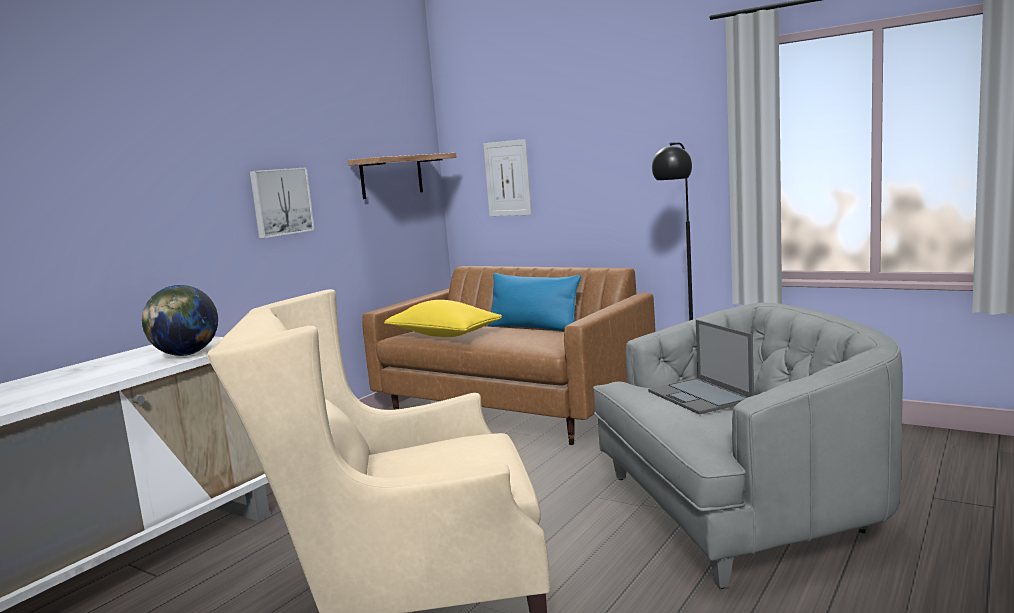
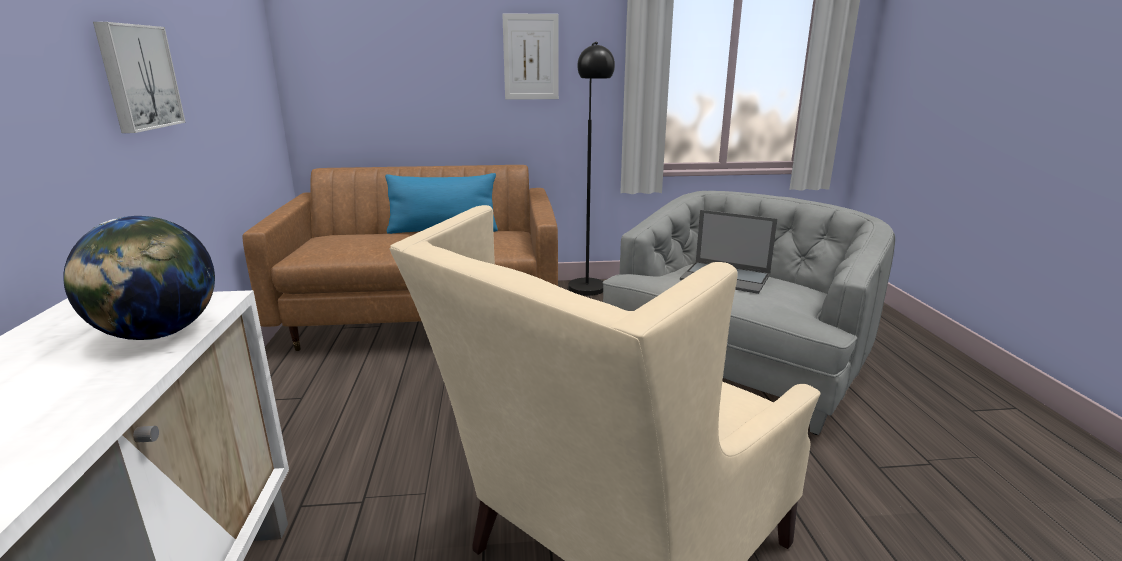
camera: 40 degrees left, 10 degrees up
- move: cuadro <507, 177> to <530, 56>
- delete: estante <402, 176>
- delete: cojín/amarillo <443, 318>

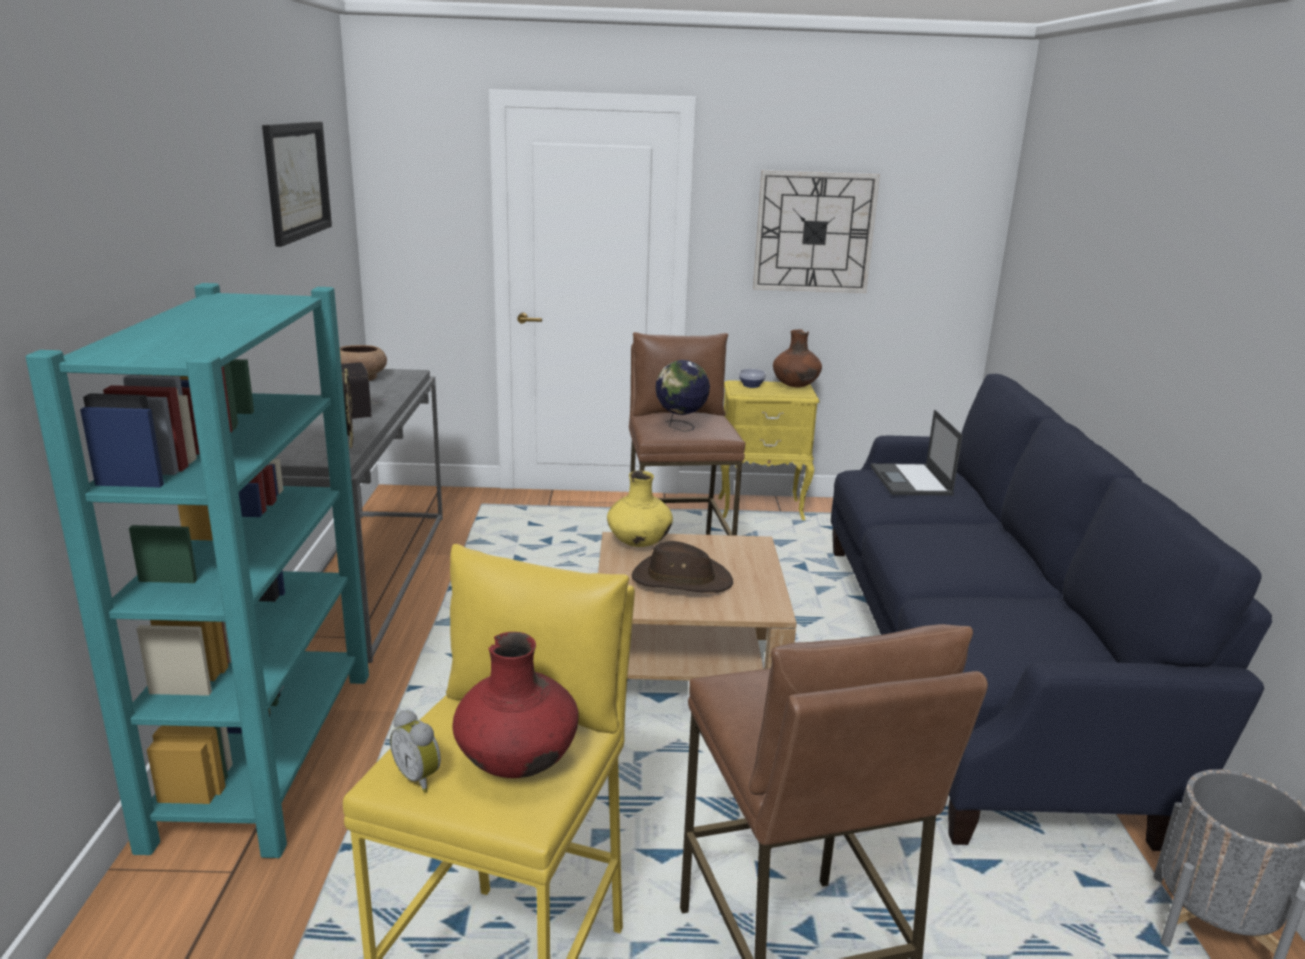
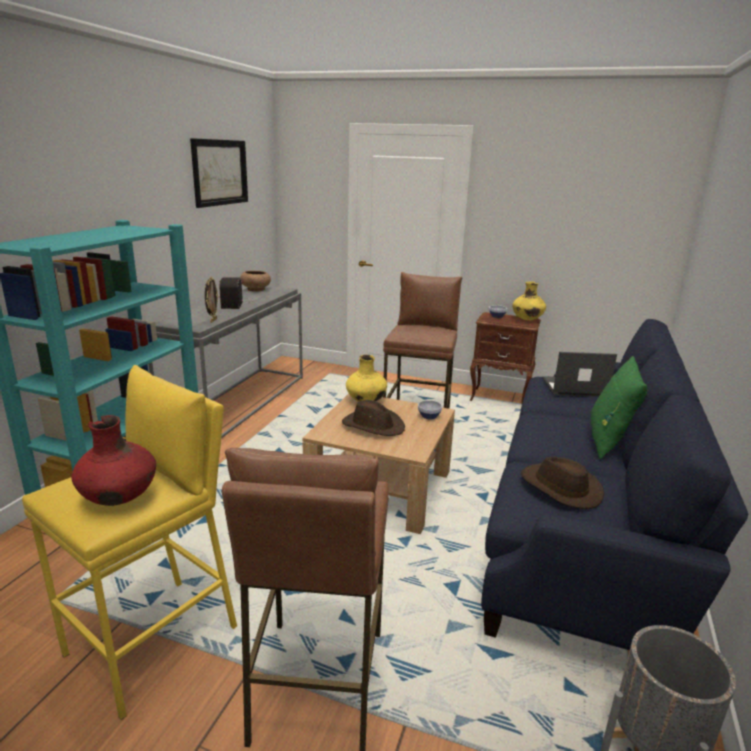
camera: 20 degrees right, 0 degrees up
- delete: reloj de pared <816, 231>
- recolor: florero/marrón <797, 358> to florero/amarillo <529, 301>
- delete: globo terráqueo <682, 396>
- recolor: mesita de noche/amarillo <769, 450> to mesita de noche/marrón <505, 357>
- rotate: portátil <916, 453> = <579, 374> 75 degrees clockwise
- delete: despertador <415, 751>
- insert: cojín/verde <619, 407>
- insert: cuenco <430, 409>
- insert: sombrero/marrón <562, 483>

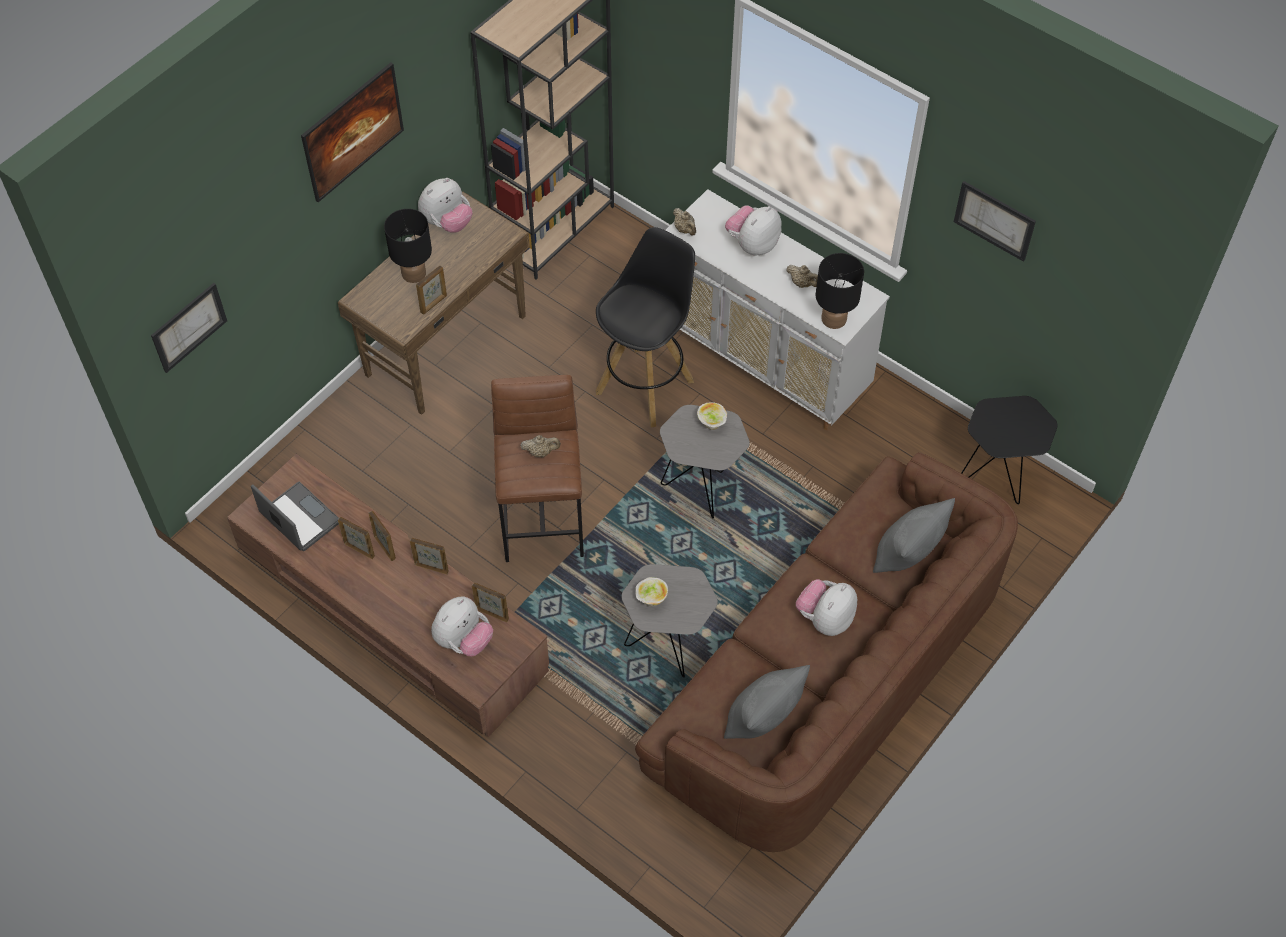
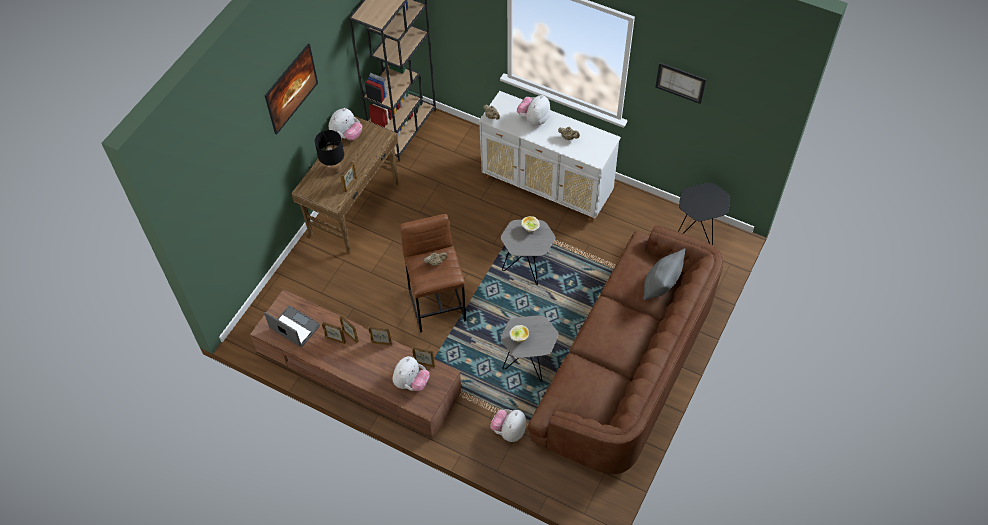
camera: 10 degrees left, 0 degrees up
- delete: taburete/negro <645, 327>
- delete: lámpara de mesa/negro <840, 291>
- delete: cuadro <189, 328>
- move: peluche <826, 607> to <508, 425>
- delete: cojín/gris <767, 702>

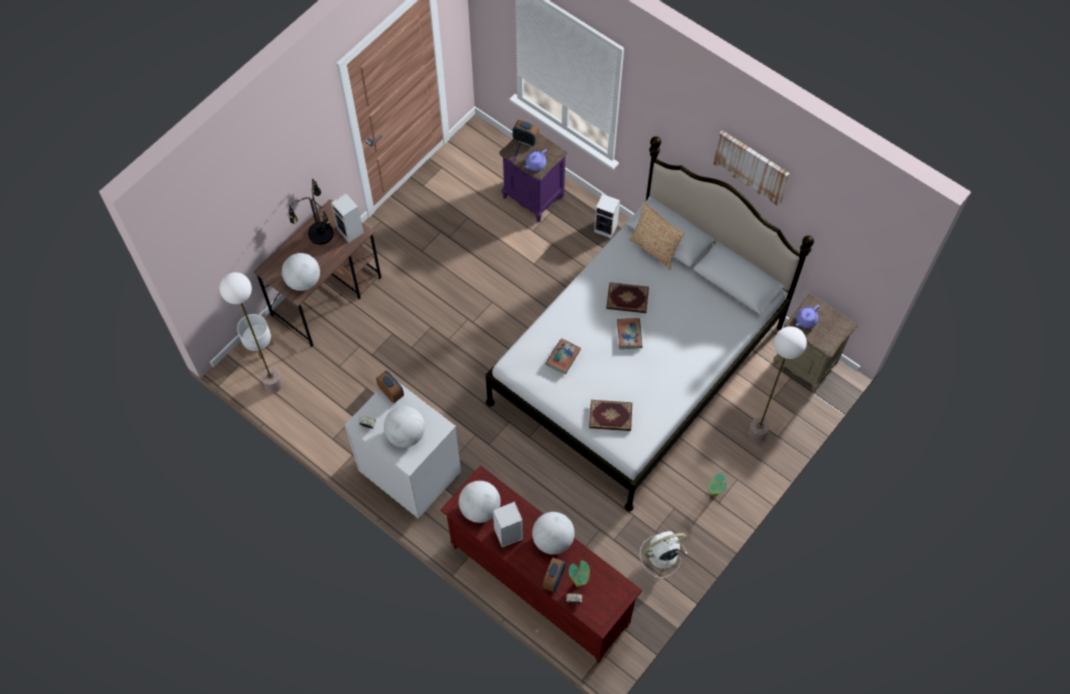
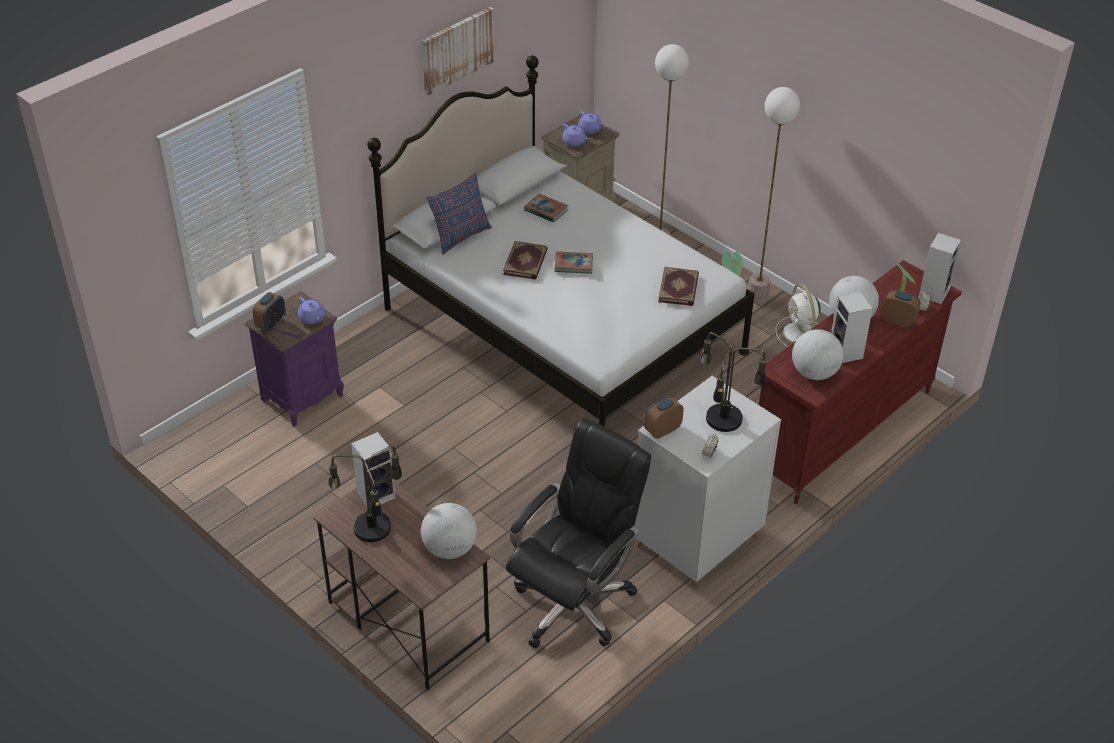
camera: 85 degrees left, 20 degrees down
- move: altavoz <607, 216> to <940, 268>
- recolor: cojín/beis <657, 236> to cojín/azul <459, 214>
- move: lámpara de pie <251, 332> to <774, 195>
- delete: maceta/blanco <255, 336>
- move: libro <563, 356> to <546, 208>
- replace: globo terráqueo <404, 426> to lámpara de mesa <733, 382>
- insert: tetera/morado <590, 122>
- insert: silla de oficina/negro <578, 533>

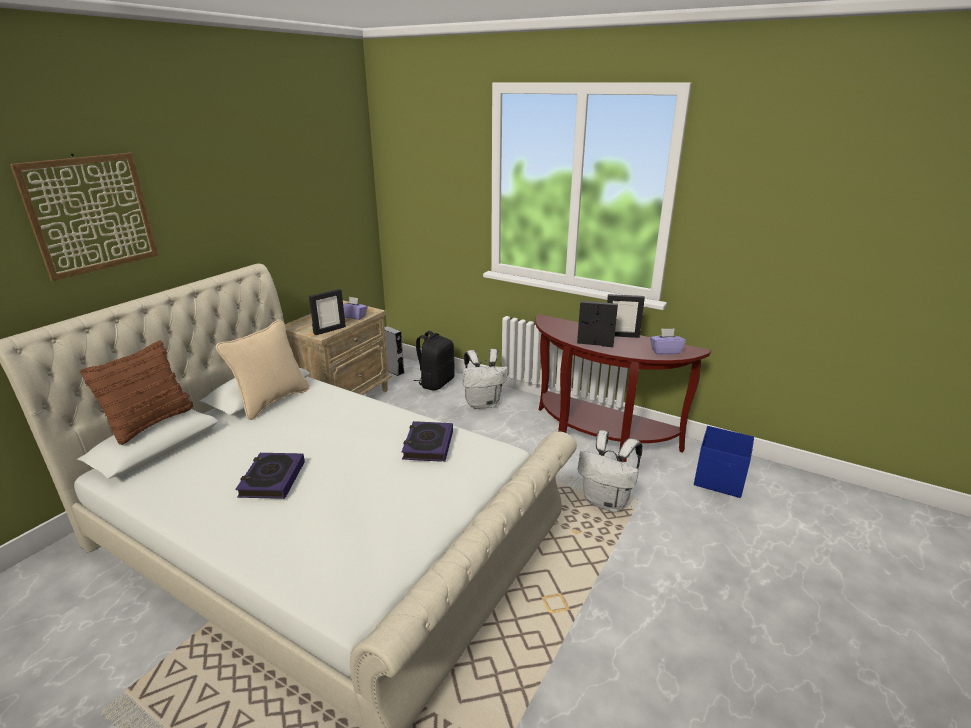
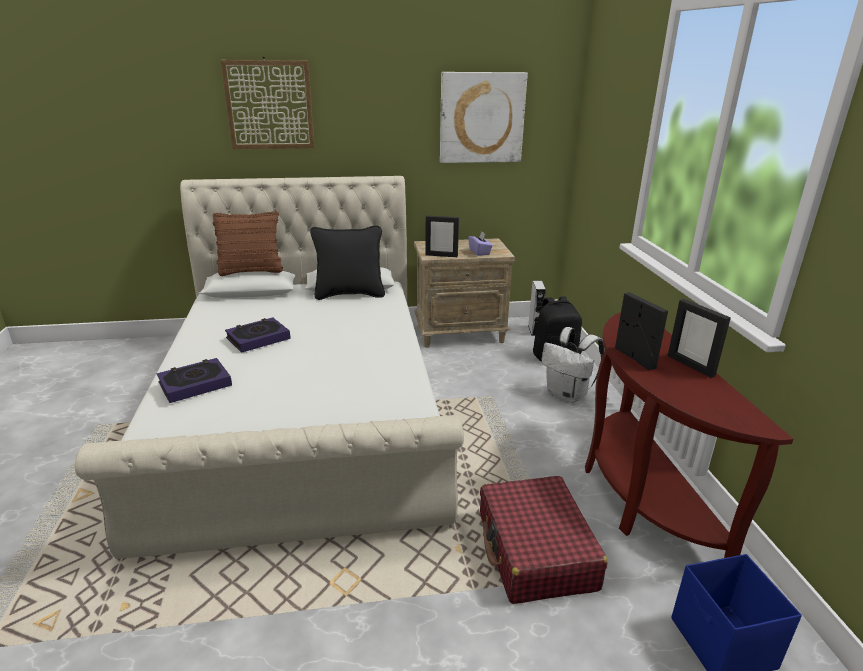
camera: 50 degrees right, 0 degrees up
- recolor: cojín/beis <263, 370> to cojín/negro <347, 262>
- delete: caja de pañuelos/morado <668, 341>
- move: libro <427, 441> to <194, 380>
- replace: mochila/blanco <610, 471> to maleta/rojo <544, 540>
- insert: cuadro <484, 117>

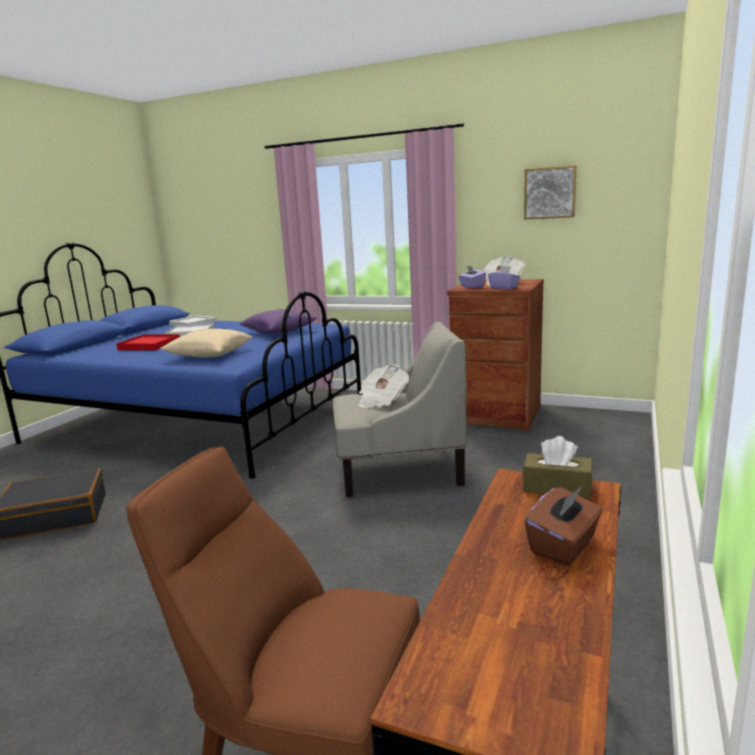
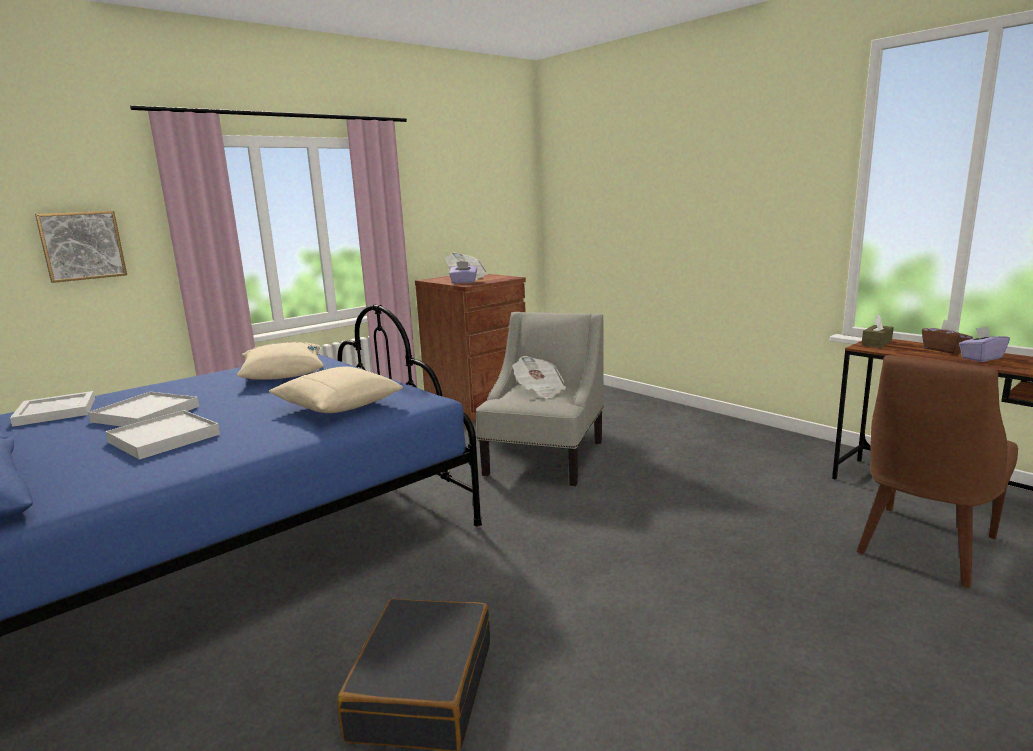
camera: 65 degrees left, 0 degrees up
- move: cuadro <550, 192> to <81, 247>
- move: caja de pañuelos/morado <504, 277> to <984, 344>
- recolor: cojín/morado <278, 321> to cojín/beis <280, 361>
- recolor: bandeja/rojo <148, 342> to bandeja/blanco <162, 435>

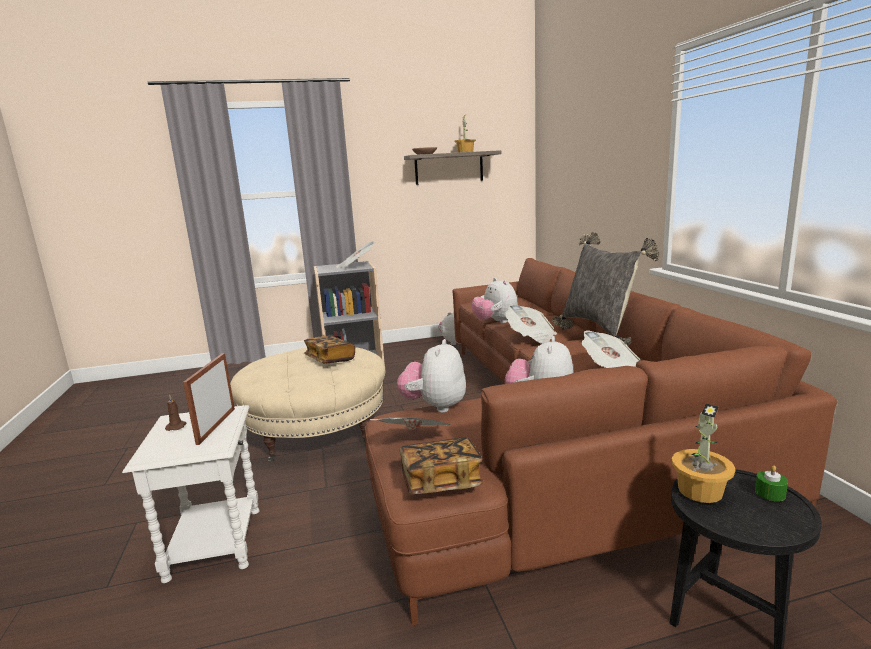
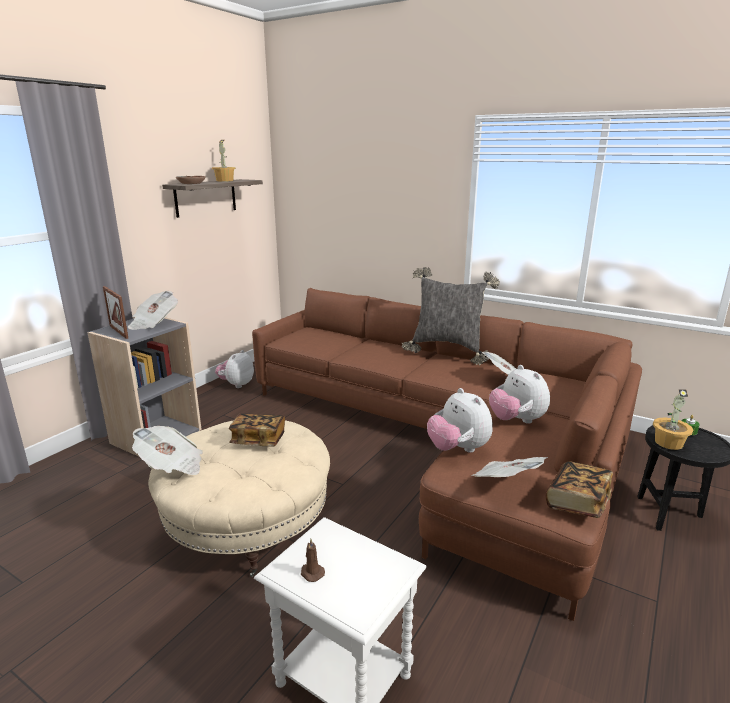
camera: 45 degrees left, 5 degrees up
- delete: peluche <495, 300>
- move: periódico <530, 324> to <167, 450>
- move: portarretratos <209, 399> to <115, 312>

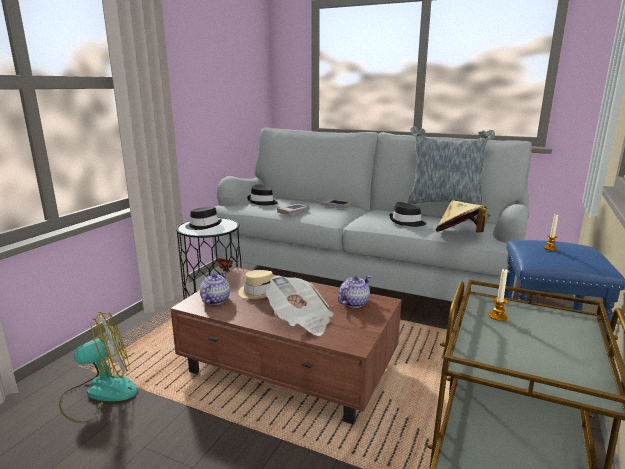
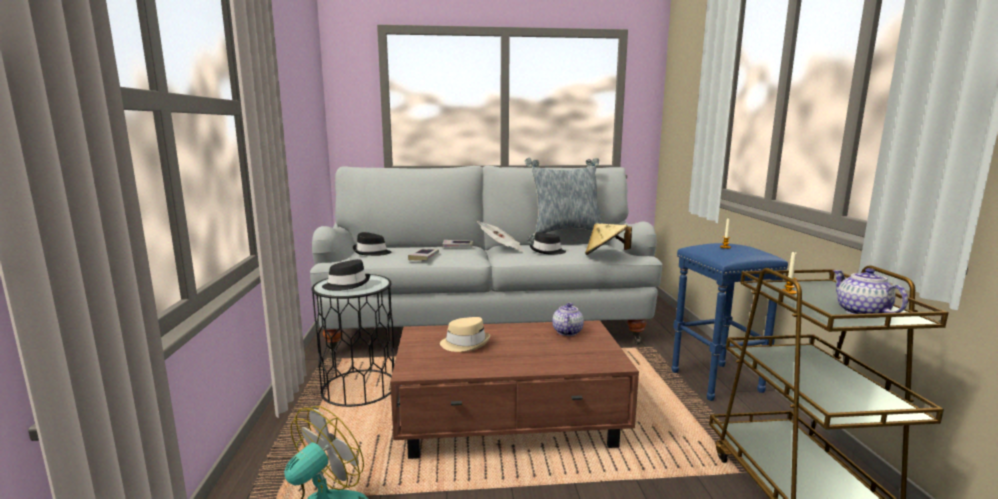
camera: 30 degrees left, 5 degrees down
- move: tetera <215, 288> to <870, 293>
- move: periódico <299, 305> to <501, 236>

